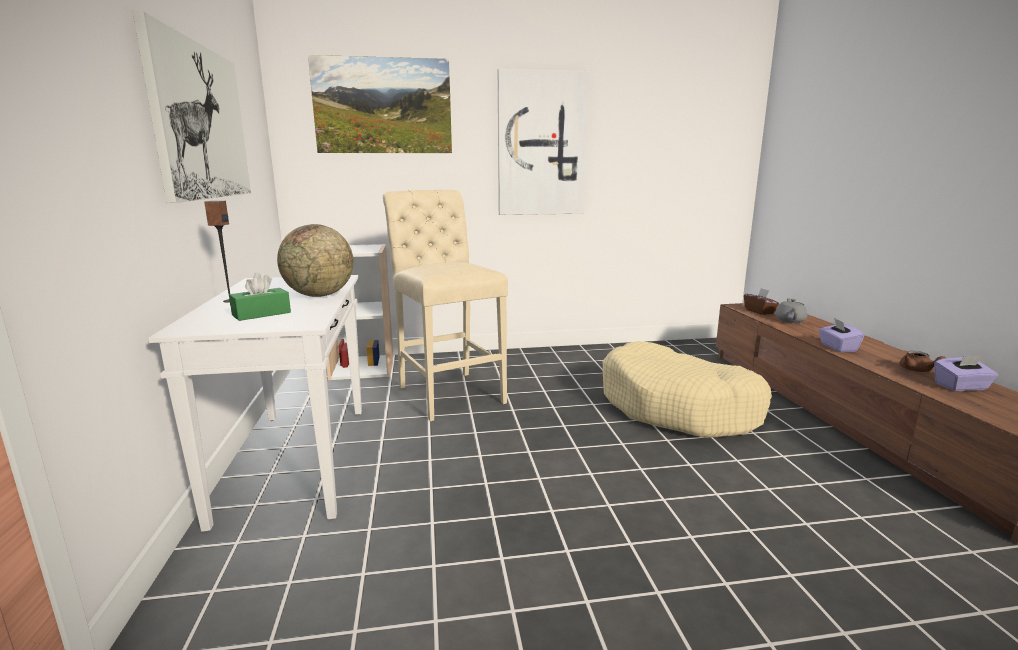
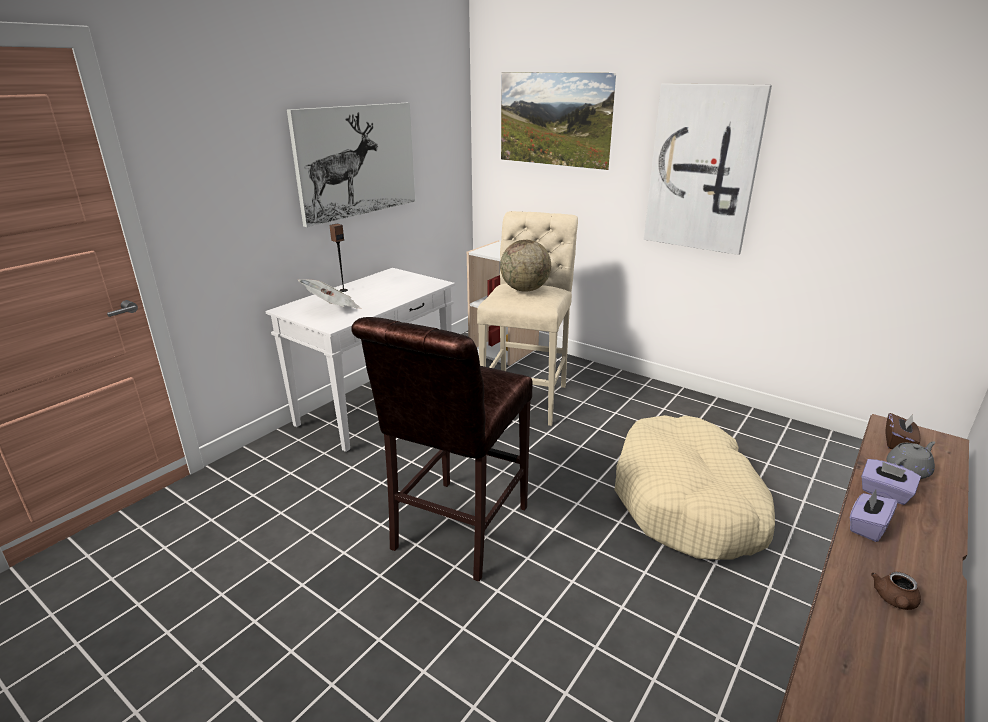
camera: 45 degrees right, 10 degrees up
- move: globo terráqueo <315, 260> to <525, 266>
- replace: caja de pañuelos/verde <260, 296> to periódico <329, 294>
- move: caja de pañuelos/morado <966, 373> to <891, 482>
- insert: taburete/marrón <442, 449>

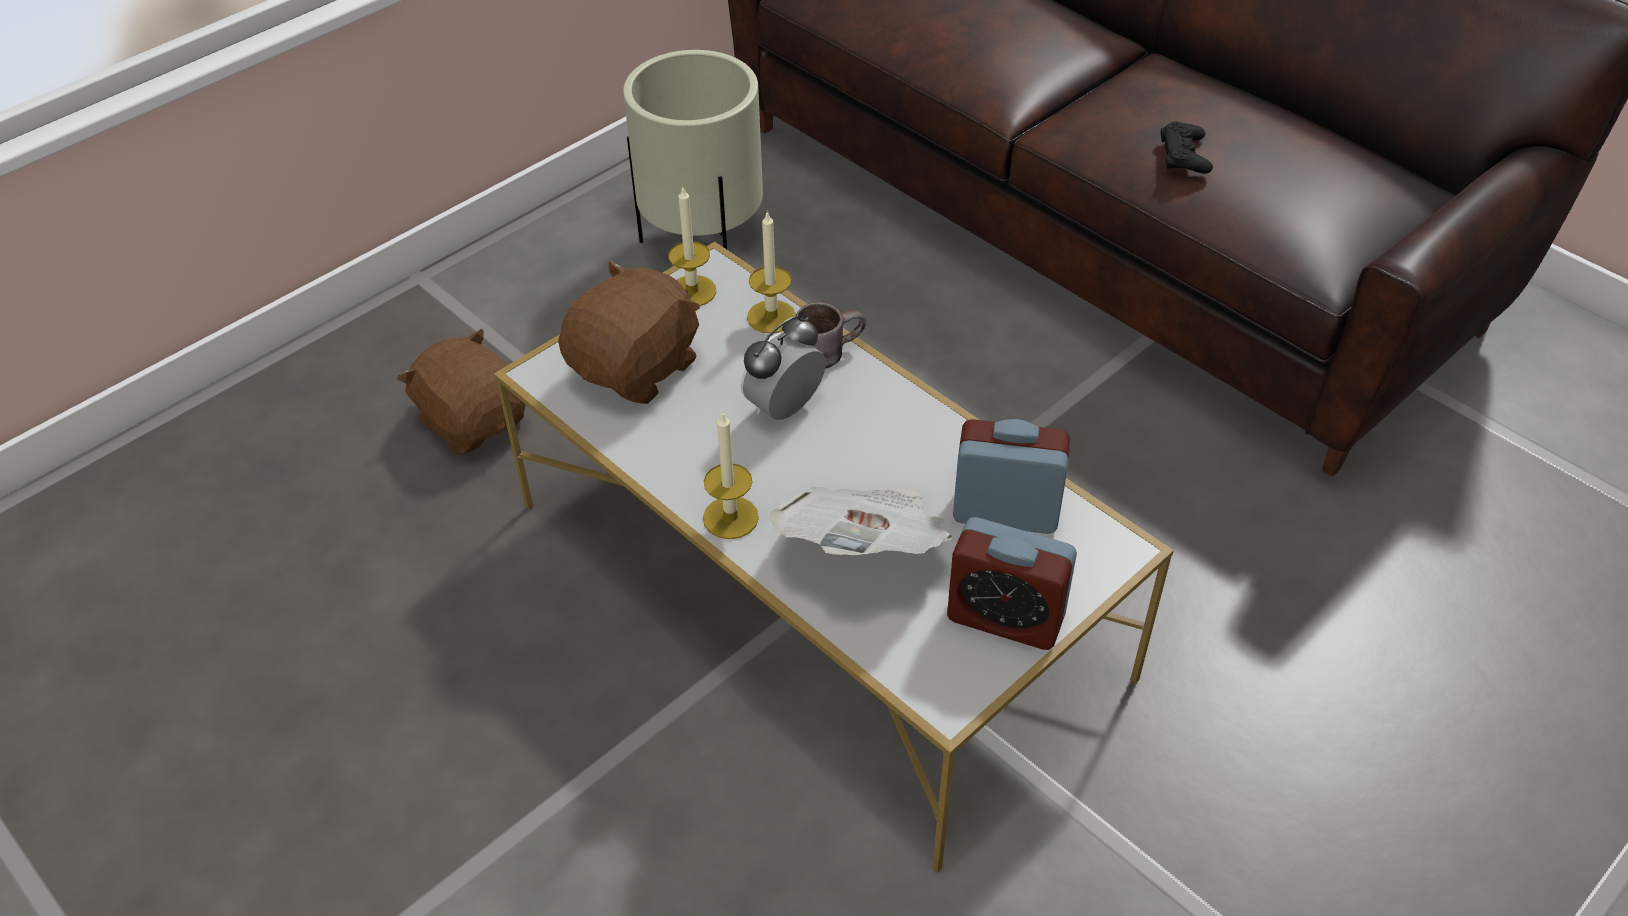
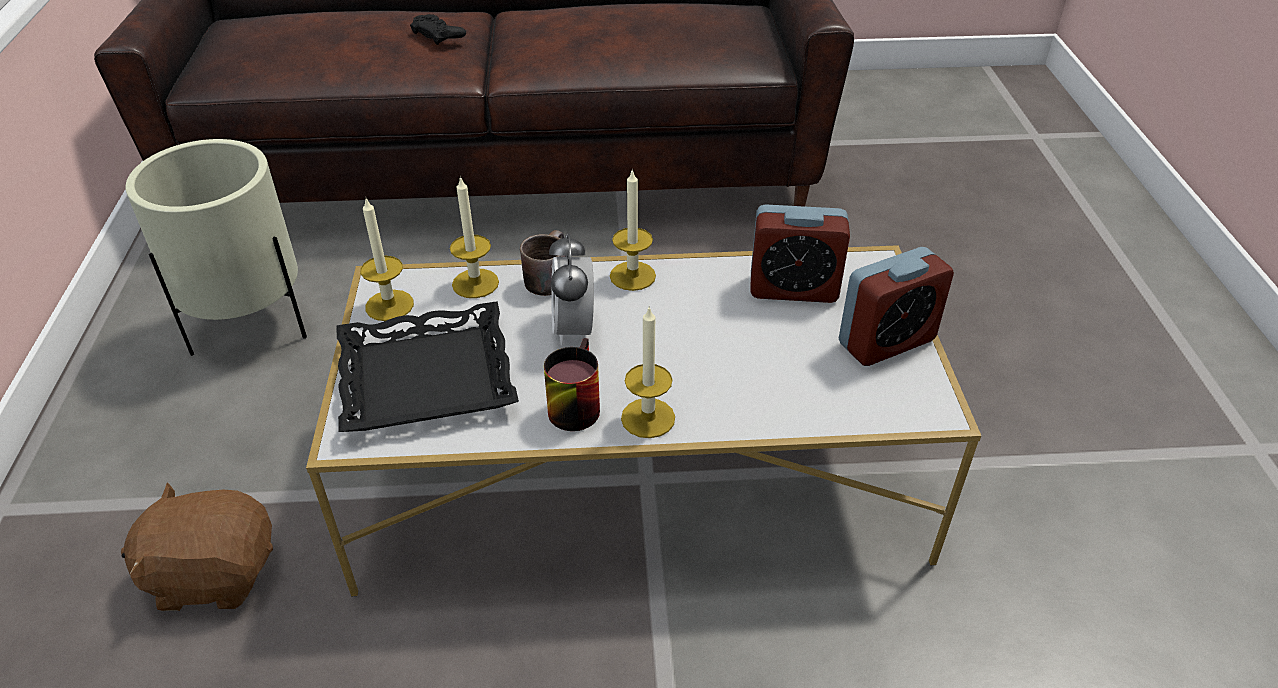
camera: 50 degrees left, 5 degrees down
- move: mando de consola/negro <1187, 148> to <438, 29>
- replace: peluche/marrón <629, 332> to bandeja/negro <427, 366>
- rotate: despertador <1011, 476> = <800, 253> 135 degrees counterclockwise
- delete: periódico <860, 521>
- insert: vela <633, 229>
- insert: taza grande <572, 384>

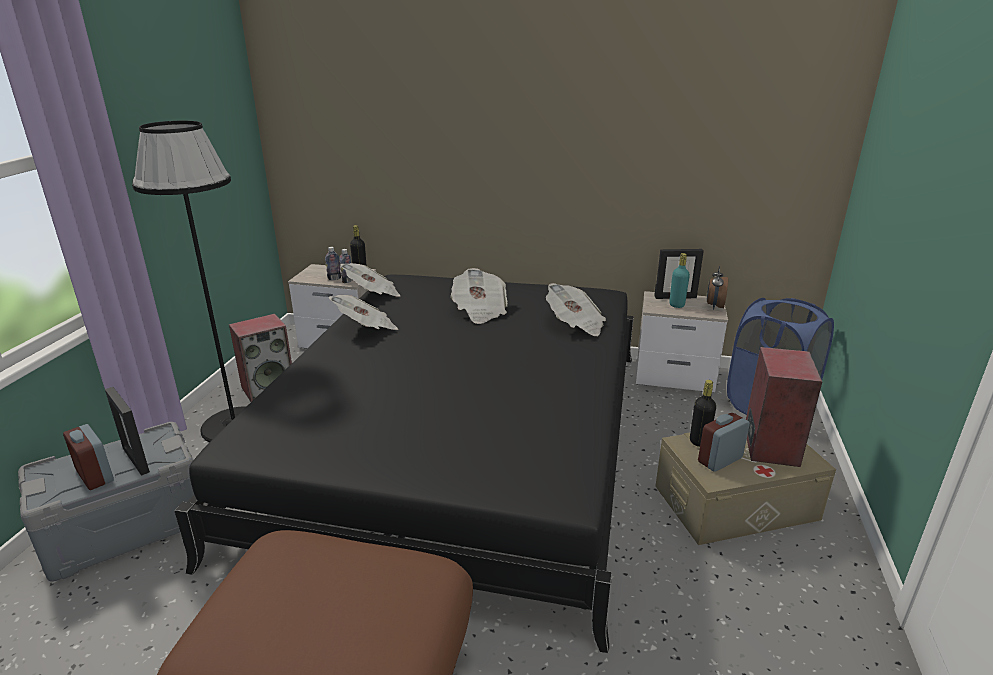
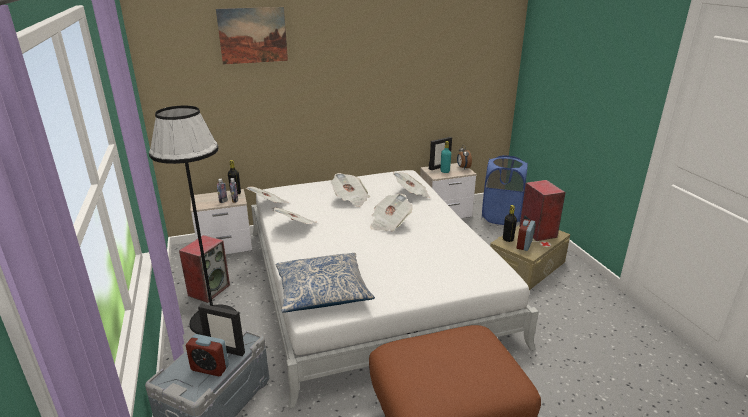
camera: 30 degrees left, 0 degrees up
- recolor: cama/negro <404, 464> to cama/blanco <395, 289>
- insert: cuadro <252, 35>
- insert: periódico <391, 212>
- insert: cojín <325, 283>

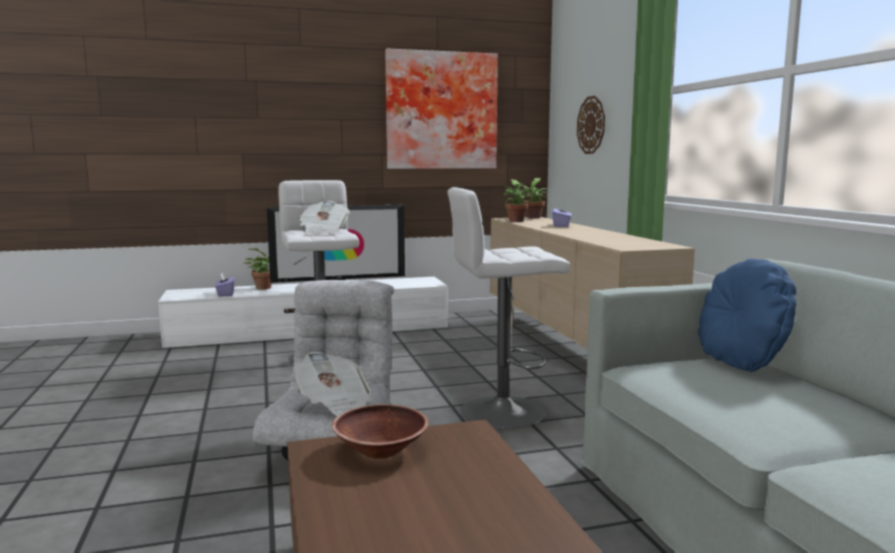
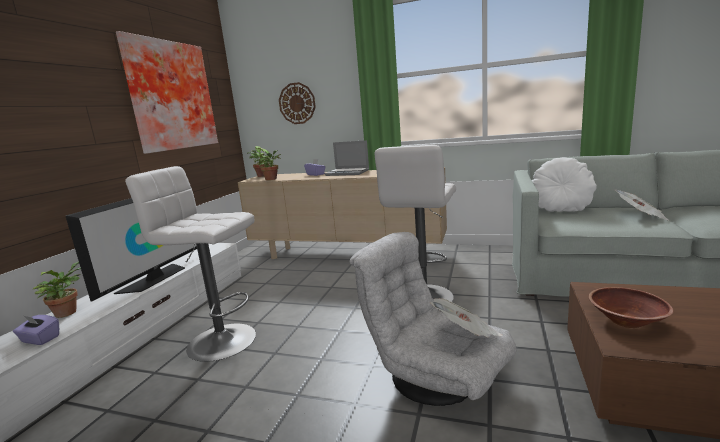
camera: 55 degrees left, 5 degrees up
- move: periódico <324, 218> to <642, 205>
- recolor: cojín/azul <747, 315> to cojín/blanco <564, 184>
- insert: portátil <346, 158>

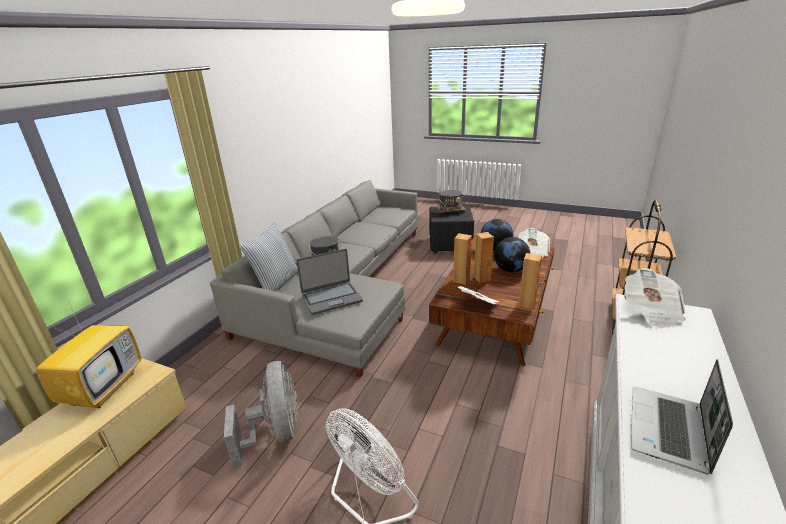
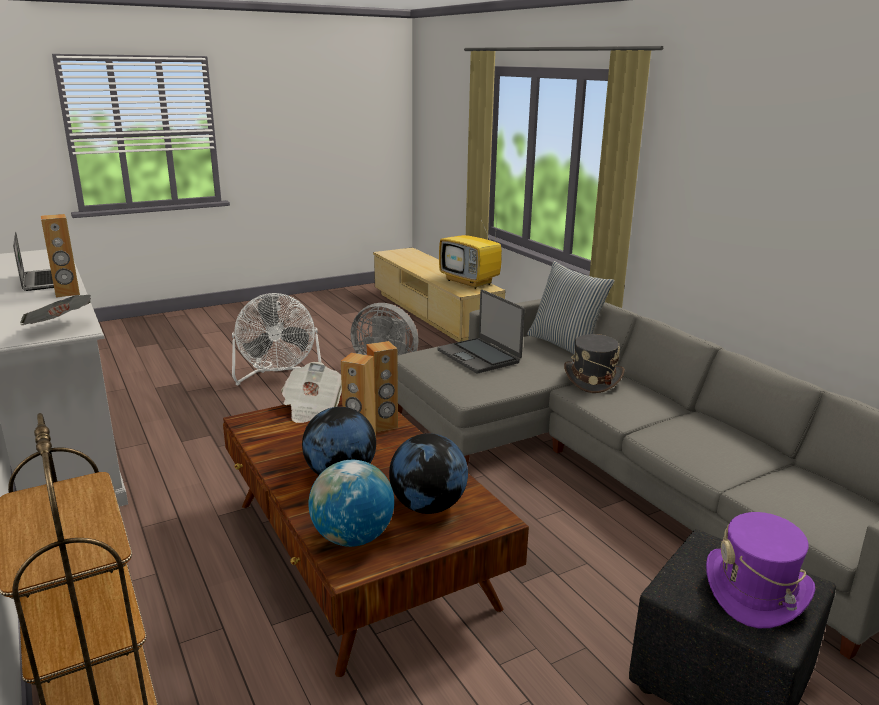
camera: 125 degrees right, 5 degrees down
- recolor: sombrero/gris <450, 201> to sombrero/morado <760, 570>
- replace: periódico <534, 243> to globo terráqueo <351, 503>
- rotate: portátil <329, 282> = <481, 332> 45 degrees counterclockwise
- move: altavoz/marrón <530, 281> to <60, 256>

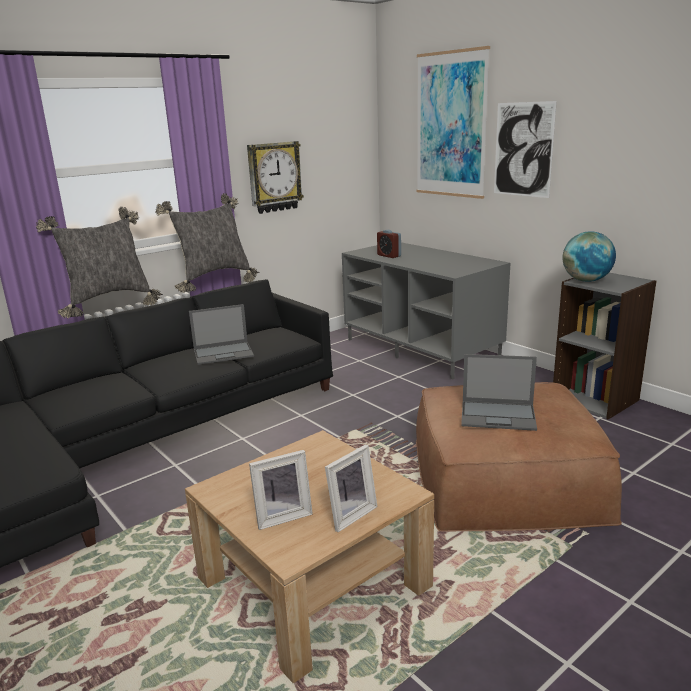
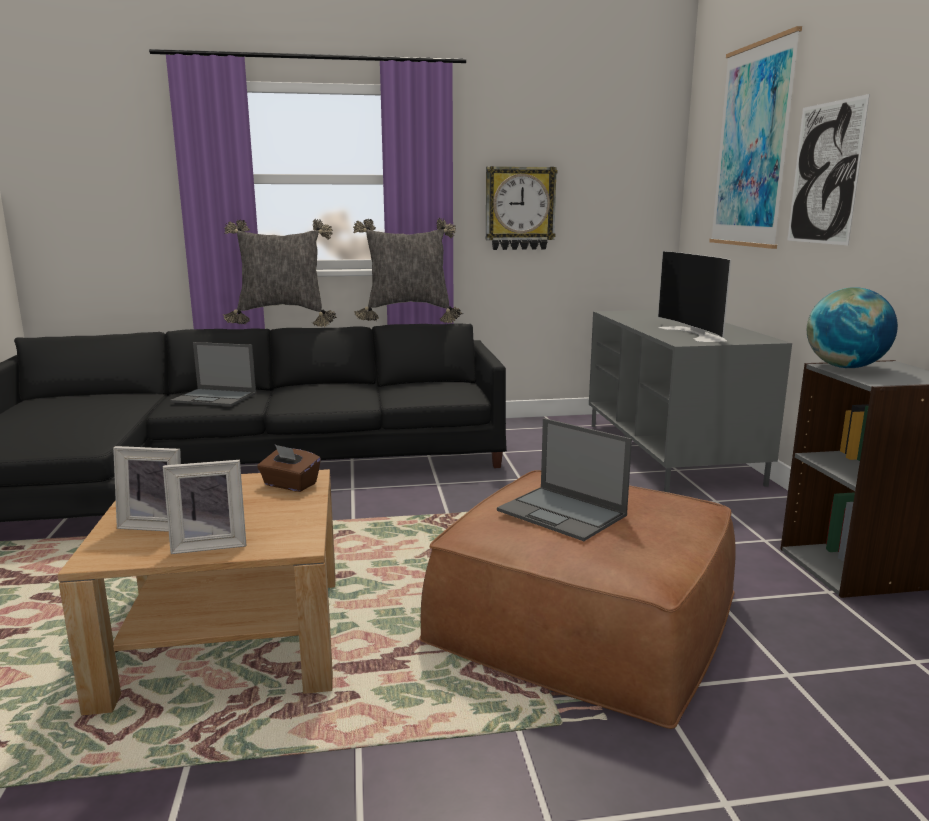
camera: 30 degrees right, 5 degrees down
- delete: despertador <389, 244>
- move: portátil <221, 334> to <213, 374>
- insert: televisor <694, 296>
- insert: caja de pañuelos/marrón <289, 468>

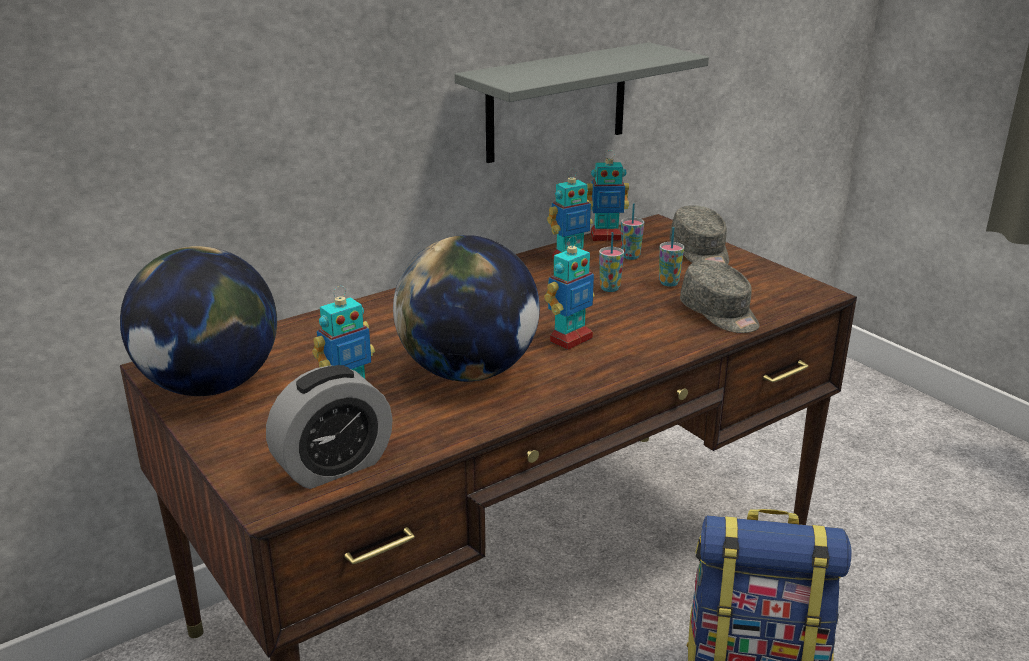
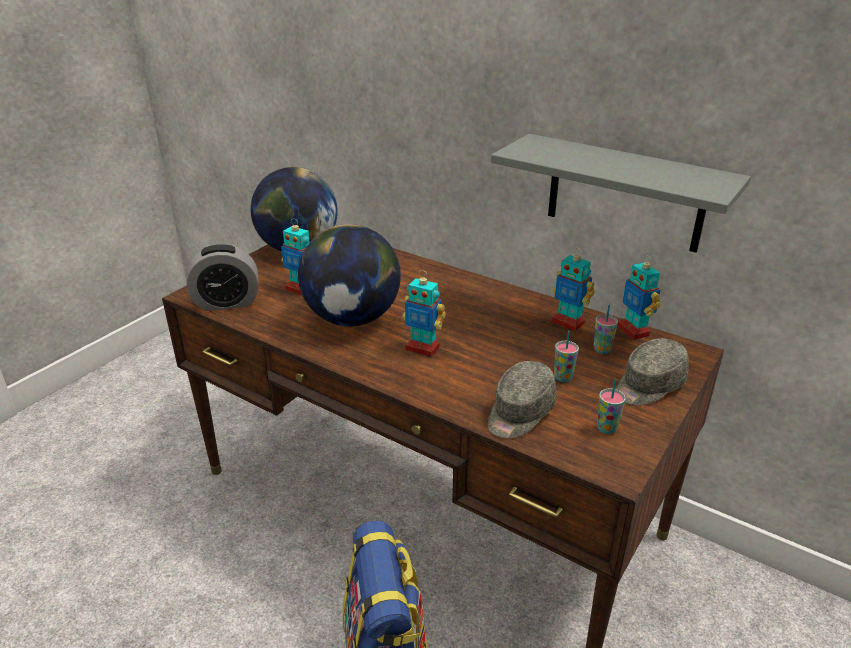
camera: 70 degrees right, 5 degrees up
- move: taza <611, 262> to <611, 406>
- rotate: despertador <329, 427> = <222, 277> 45 degrees counterclockwise

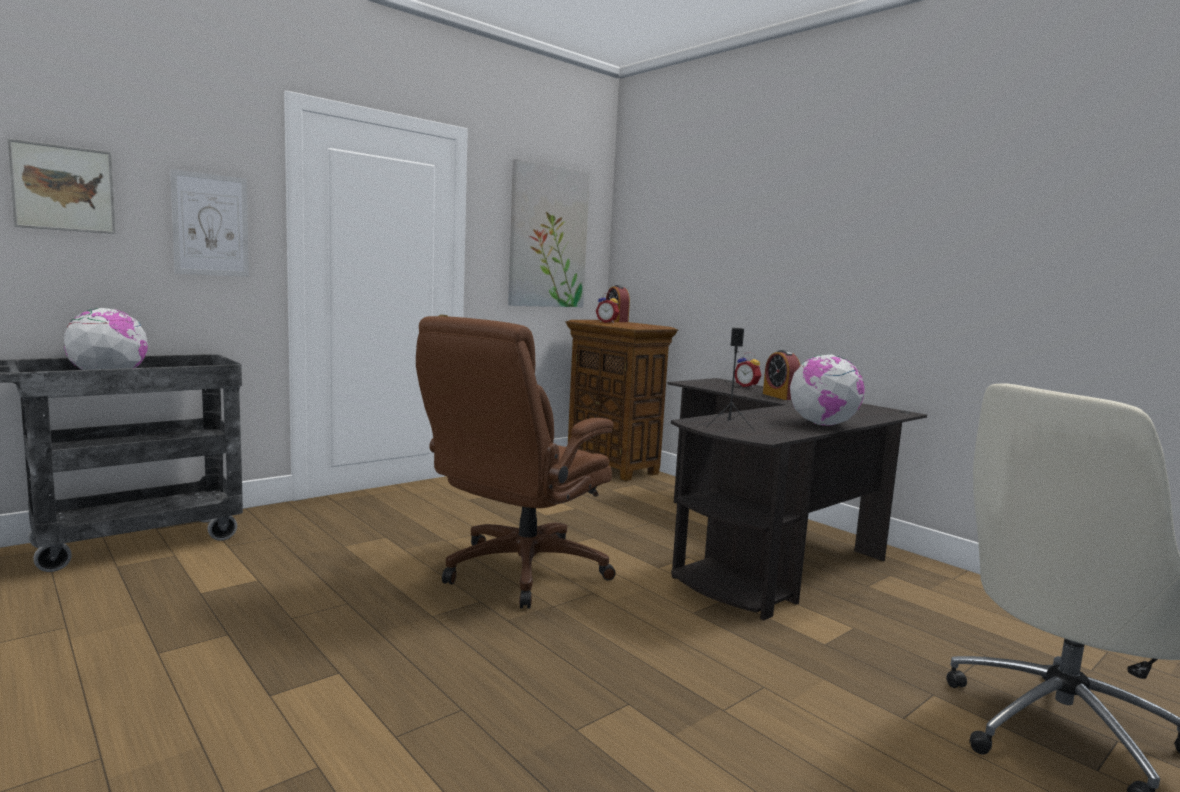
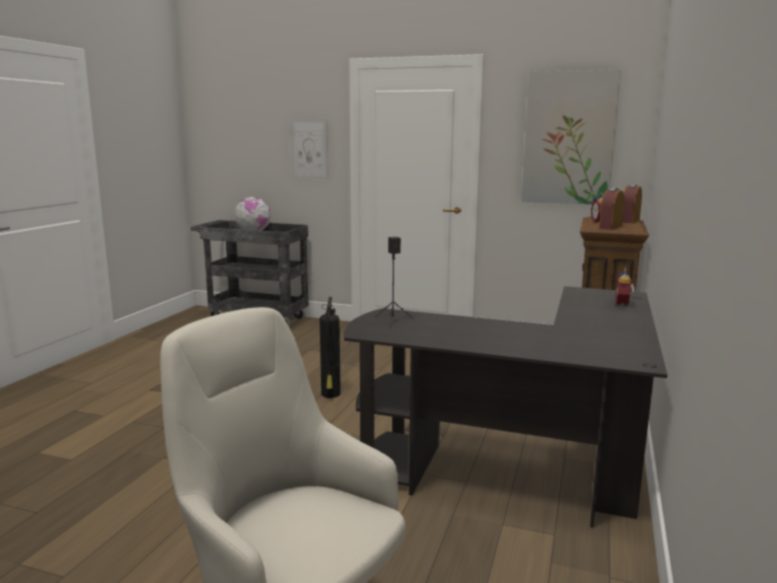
camera: 60 degrees right, 5 degrees up
- delete: cuadro <61, 186>
- replace: silla de oficina/marrón <516, 462> to extintor <330, 347>
- move: despertador <781, 375> to <612, 209>
- delete: globo terráqueo <827, 390>

